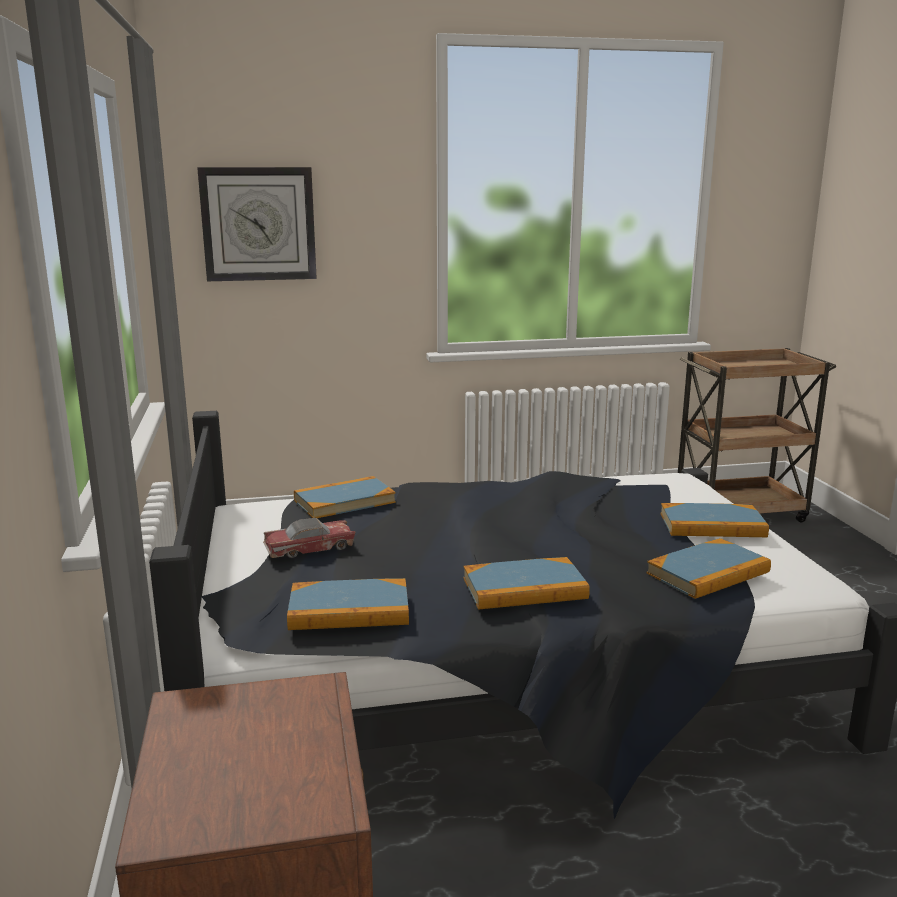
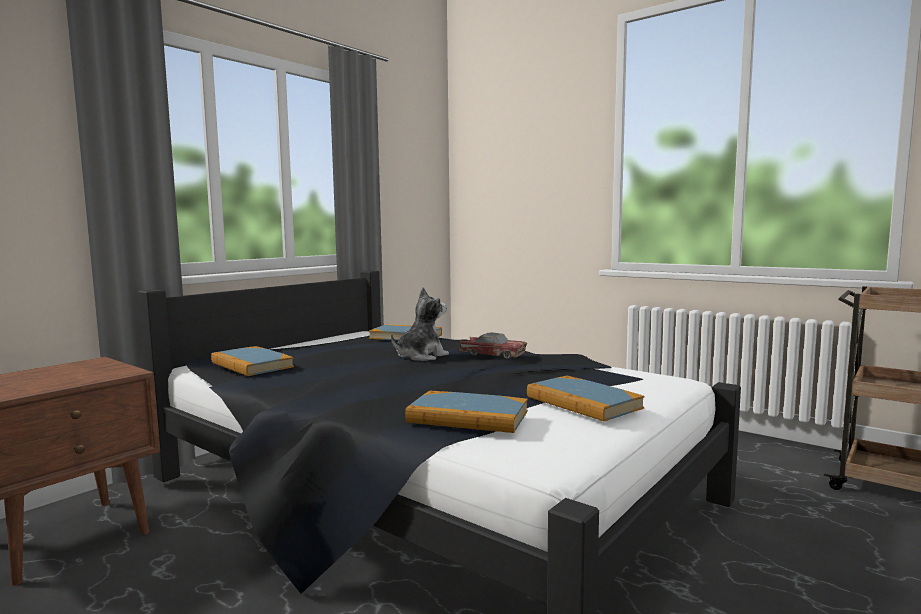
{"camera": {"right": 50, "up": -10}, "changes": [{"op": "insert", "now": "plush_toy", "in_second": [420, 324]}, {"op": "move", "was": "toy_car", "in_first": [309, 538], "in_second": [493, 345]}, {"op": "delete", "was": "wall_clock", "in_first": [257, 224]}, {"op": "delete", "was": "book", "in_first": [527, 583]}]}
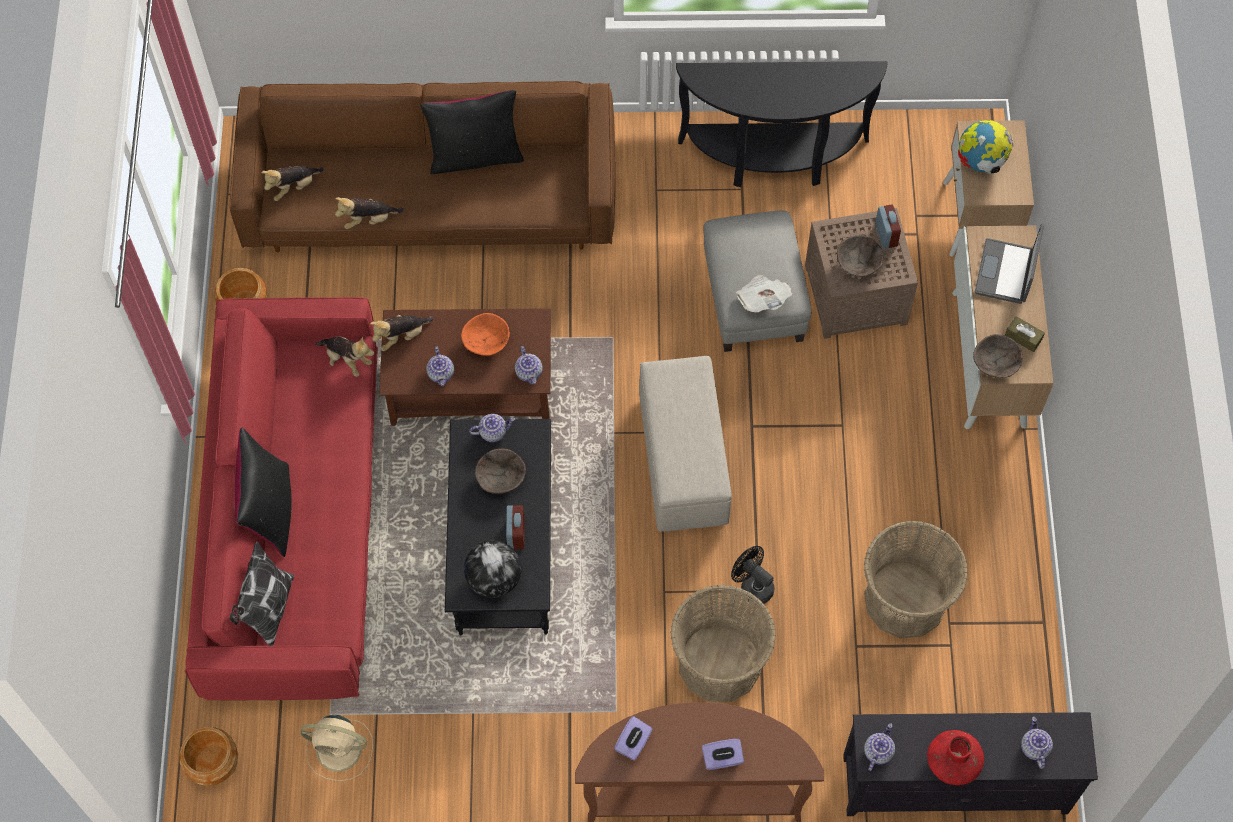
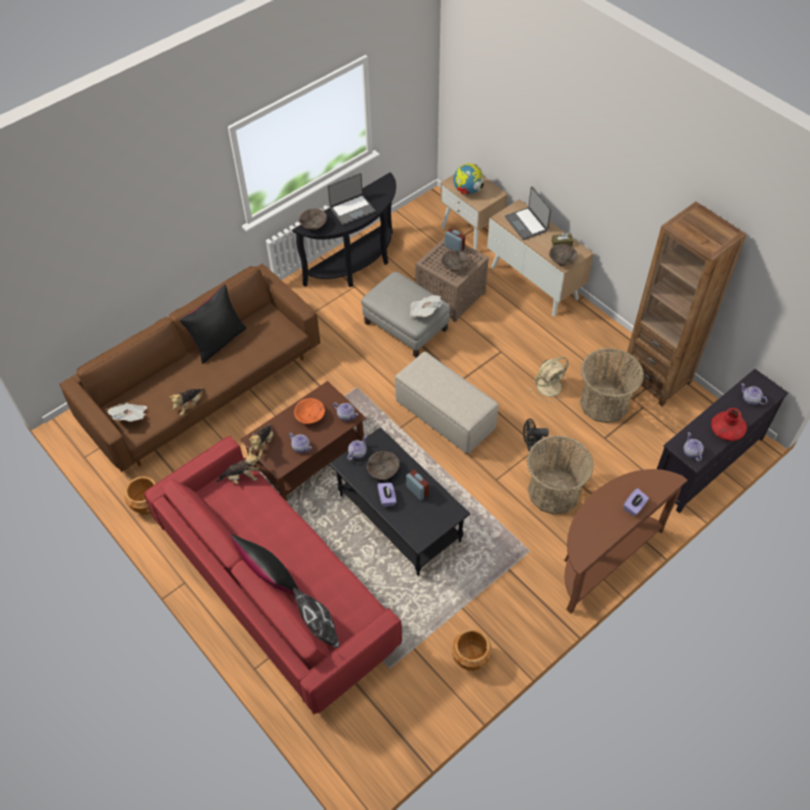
{"camera": {"right": -40, "up": -10}, "changes": [{"op": "replace", "was": "plush_toy", "now": "newspaper", "in_first": [292, 183], "in_second": [127, 412]}, {"op": "insert", "now": "brown_bowl", "in_second": [313, 219]}, {"op": "insert", "now": "laptop", "in_second": [352, 199]}, {"op": "move", "was": "purple_tissue_box", "in_first": [633, 738], "in_second": [386, 495]}, {"op": "move", "was": "brown_planter", "in_first": [208, 756], "in_second": [472, 650]}, {"op": "move", "was": "beige_fan", "in_first": [336, 748], "in_second": [549, 379]}, {"op": "insert", "now": "brown_bookcase", "in_second": [684, 303]}, {"op": "delete", "was": "globe", "in_first": [493, 569]}]}
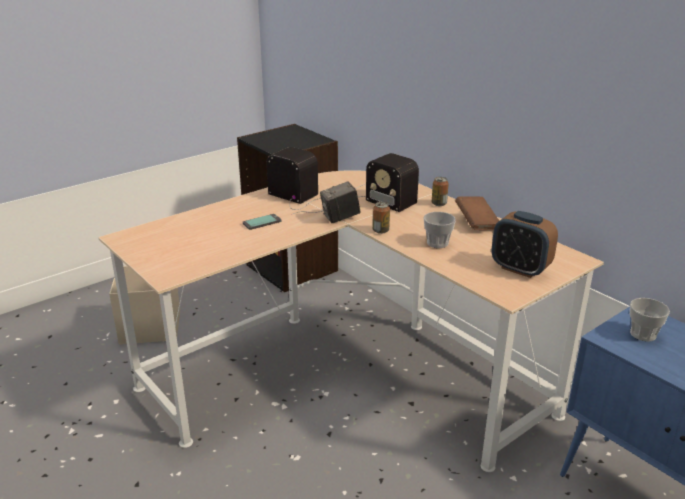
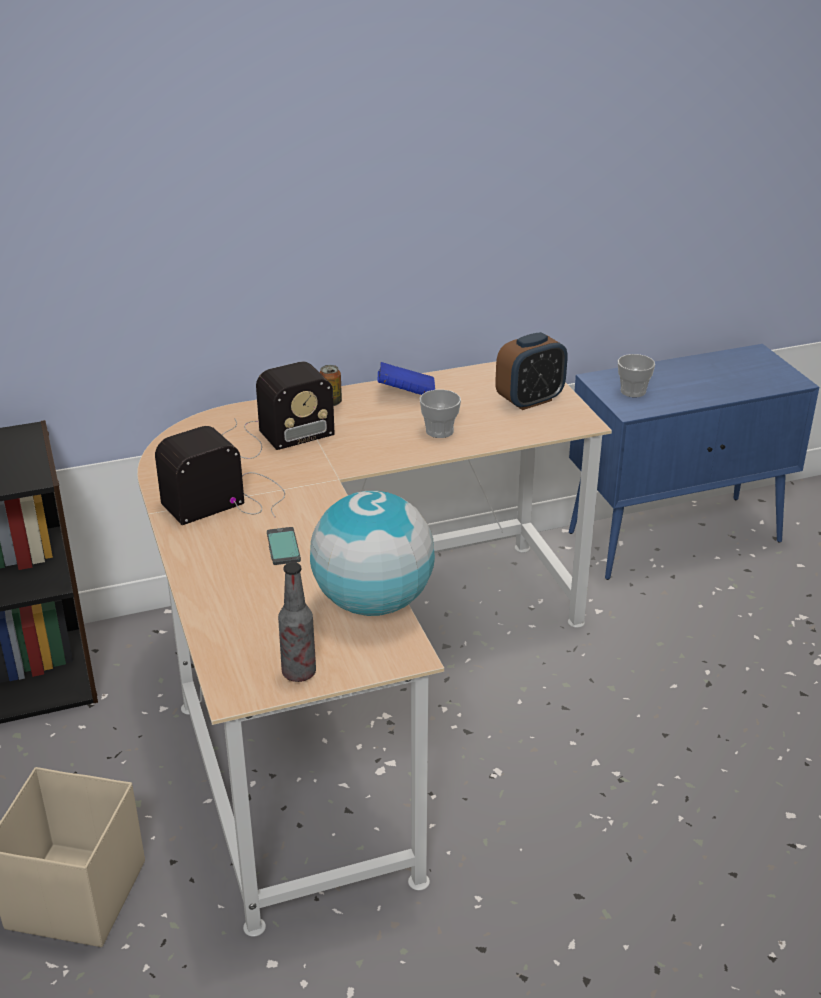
{"camera": {"right": -70, "up": 5}, "changes": [{"op": "insert", "now": "bottle", "in_second": [297, 622]}, {"op": "insert", "now": "globe", "in_second": [372, 553]}, {"op": "recolor", "was": "brown_book", "now": "blue_book", "in_first": [477, 213], "in_second": [406, 378]}, {"op": "delete", "was": "photo_camera", "in_first": [340, 202]}, {"op": "delete", "was": "can", "in_first": [381, 218]}]}
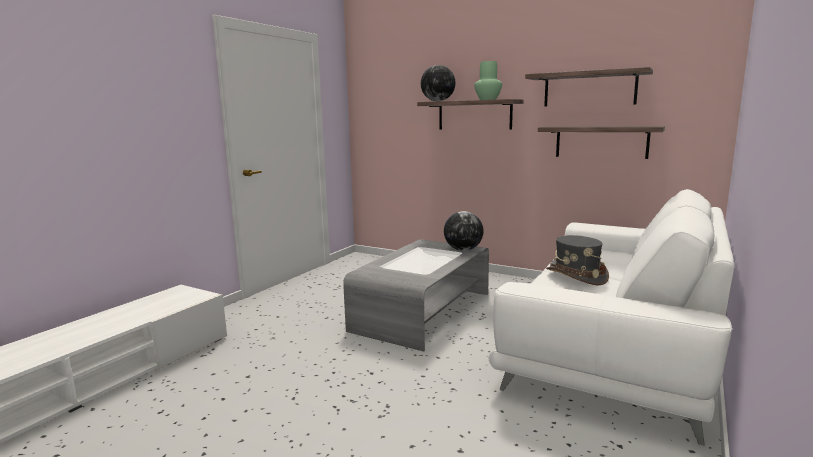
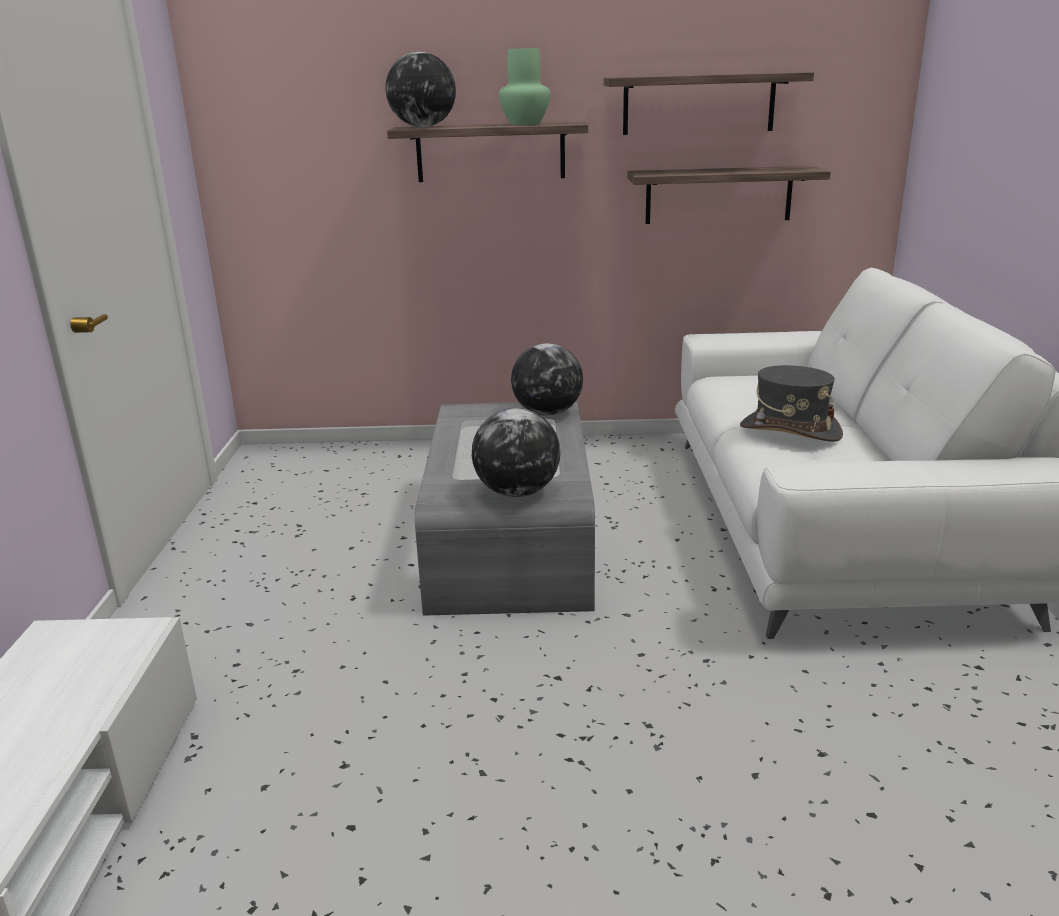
{"camera": {"right": -30, "up": 10}, "changes": [{"op": "insert", "now": "globe", "in_second": [516, 452]}]}
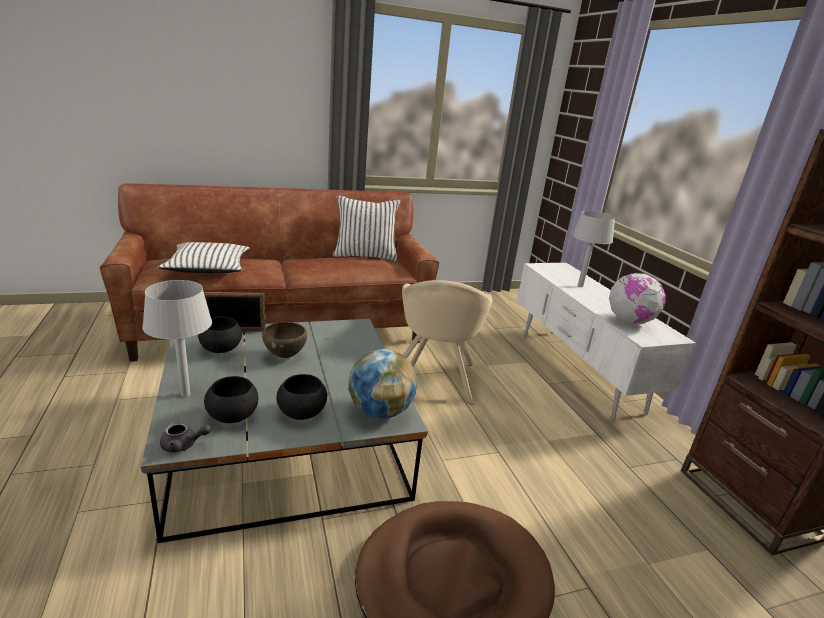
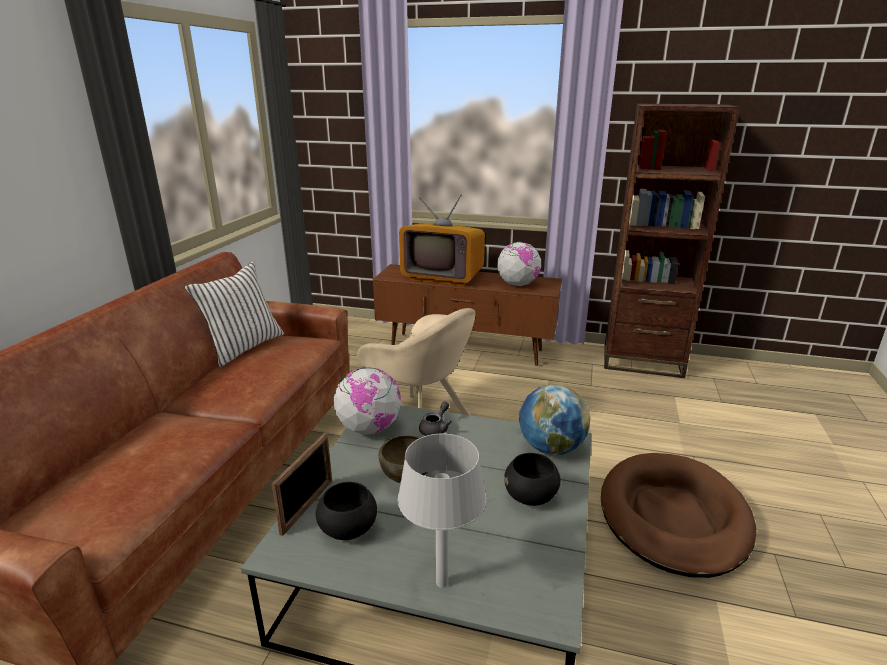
{"camera": {"right": -55, "up": 0}, "changes": [{"op": "insert", "now": "globe", "in_second": [367, 401]}, {"op": "recolor", "was": "white_tv_stand", "now": "brown_tv_stand", "in_first": [606, 341], "in_second": [467, 315]}, {"op": "replace", "was": "grey_table_lamp", "now": "television", "in_first": [593, 249], "in_second": [442, 240]}, {"op": "move", "was": "grey_teapot", "in_first": [185, 437], "in_second": [435, 418]}, {"op": "delete", "was": "white_pillow", "in_first": [204, 257]}, {"op": "delete", "was": "black_bowl", "in_first": [231, 399]}]}
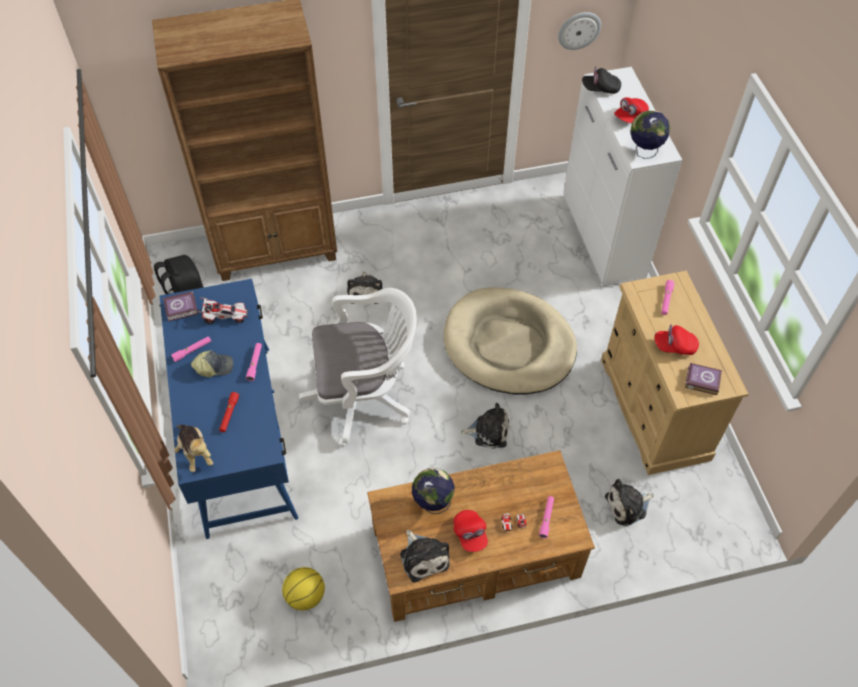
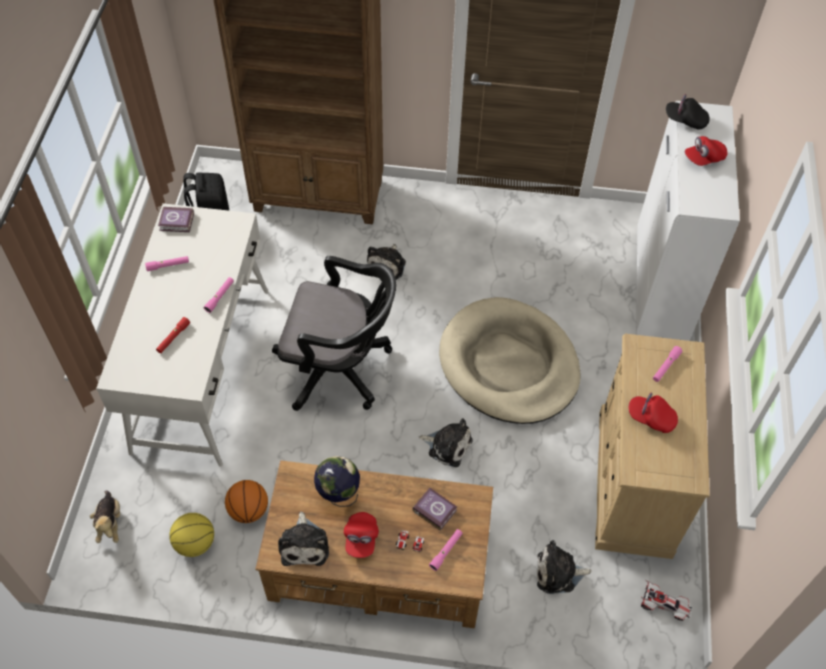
{"camera": {"right": 20, "up": 0}, "changes": [{"op": "move", "was": "plush_toy", "in_first": [193, 448], "in_second": [105, 517]}, {"op": "recolor", "was": "blue_desk", "now": "white_desk", "in_first": [229, 409], "in_second": [182, 335]}, {"op": "insert", "now": "basketball", "in_second": [246, 501]}, {"op": "recolor", "was": "white_office_chair", "now": "black_office_chair", "in_first": [358, 367], "in_second": [334, 333]}, {"op": "move", "was": "book", "in_first": [703, 379], "in_second": [434, 509]}, {"op": "move", "was": "toy_car", "in_first": [223, 310], "in_second": [666, 600]}, {"op": "delete", "was": "cap", "in_first": [212, 363]}, {"op": "delete", "was": "wall_clock", "in_first": [579, 31]}, {"op": "delete", "was": "globe", "in_first": [650, 134]}]}
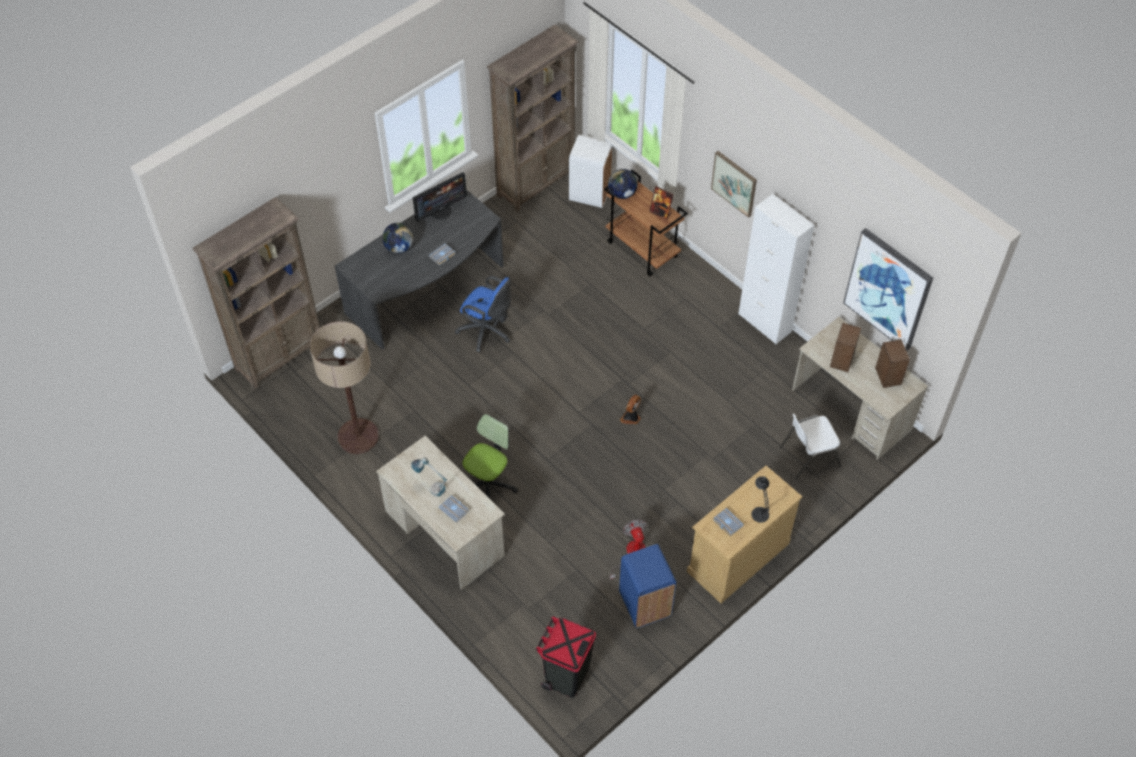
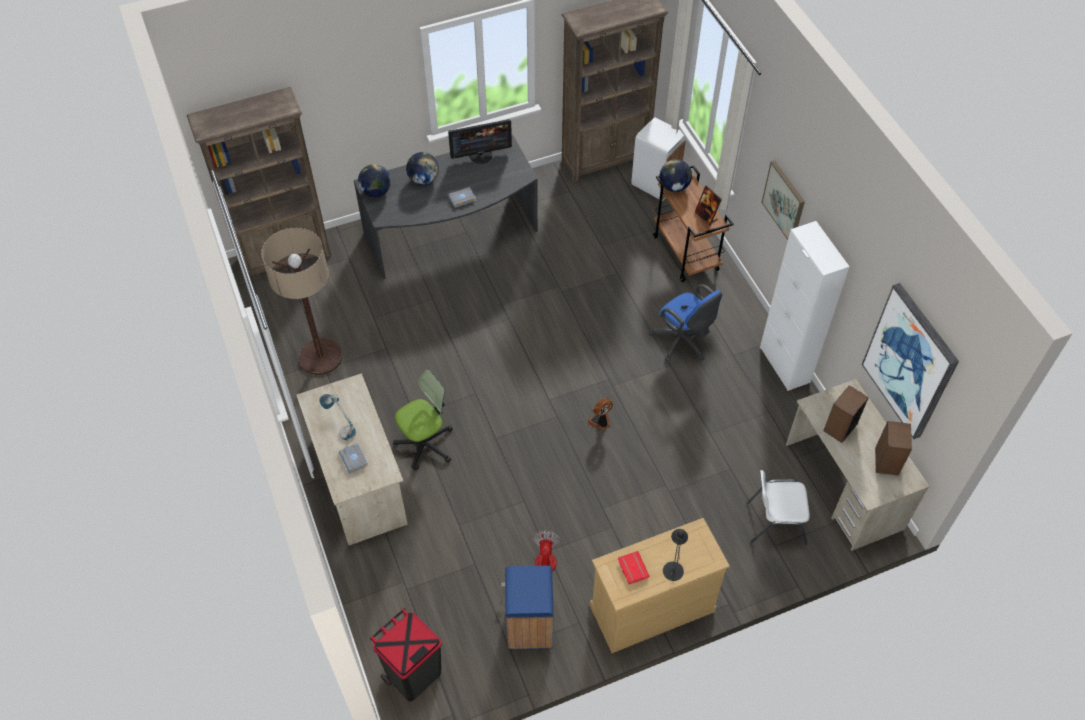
{"camera": {"right": 20, "up": 0}, "changes": [{"op": "insert", "now": "globe", "in_second": [374, 180]}, {"op": "recolor", "was": "grey_book", "now": "red_book", "in_first": [728, 522], "in_second": [633, 567]}, {"op": "move", "was": "blue_office_chair", "in_first": [483, 314], "in_second": [685, 323]}]}
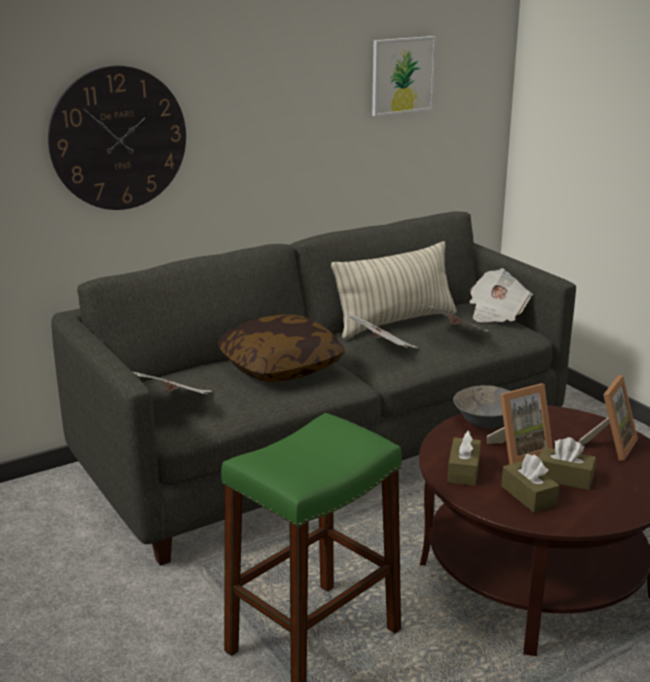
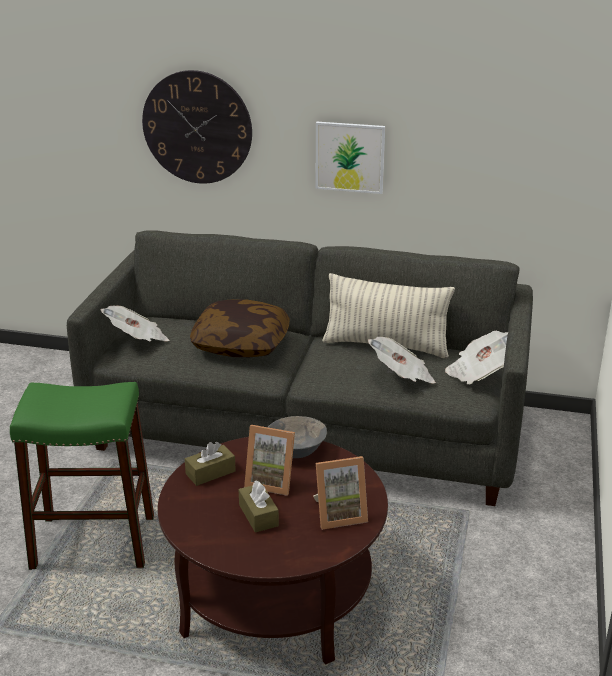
{"camera": {"right": 45, "up": 5}, "changes": [{"op": "move", "was": "picture", "in_first": [404, 76], "in_second": [350, 158]}, {"op": "delete", "was": "newspaper", "in_first": [381, 331]}, {"op": "delete", "was": "brown_tissue_box", "in_first": [530, 483]}]}
